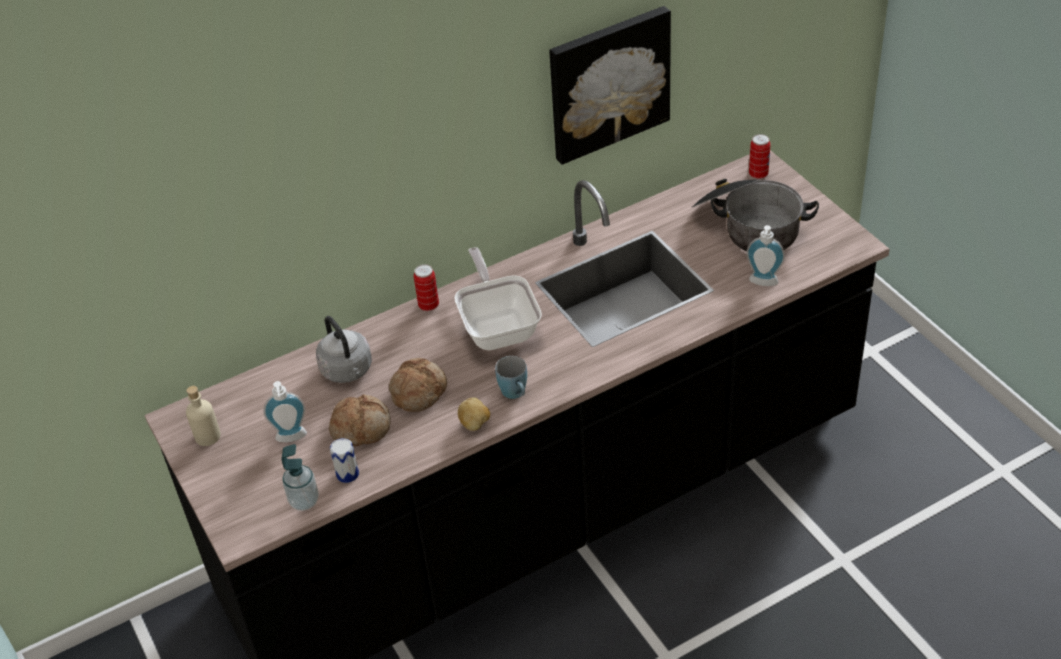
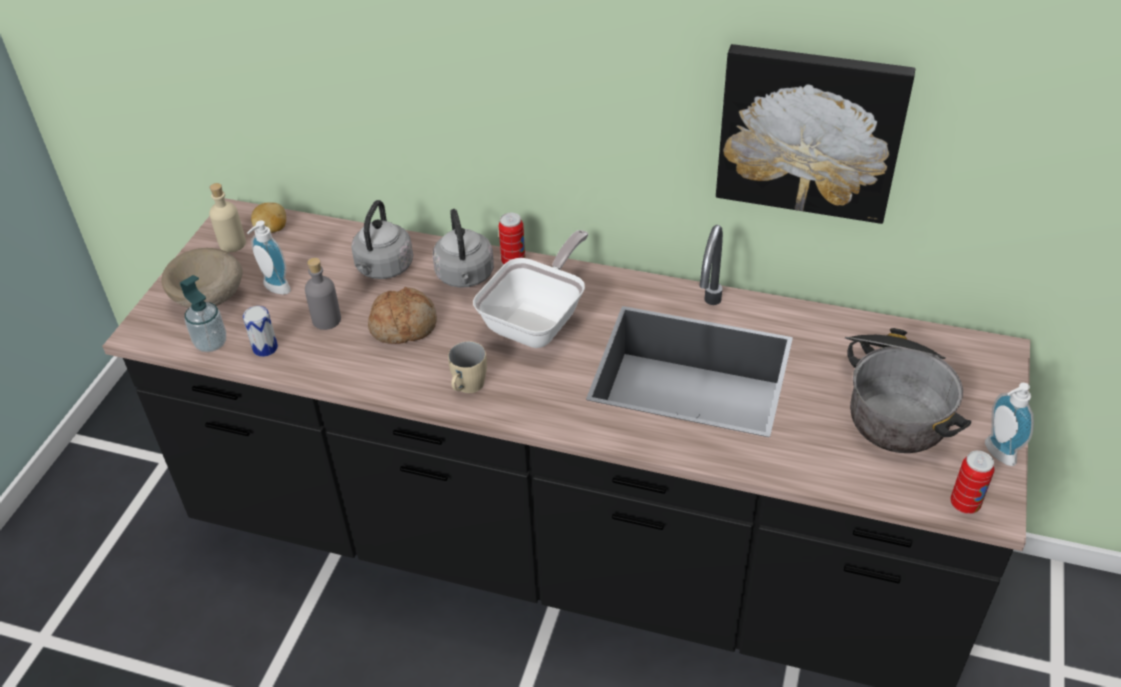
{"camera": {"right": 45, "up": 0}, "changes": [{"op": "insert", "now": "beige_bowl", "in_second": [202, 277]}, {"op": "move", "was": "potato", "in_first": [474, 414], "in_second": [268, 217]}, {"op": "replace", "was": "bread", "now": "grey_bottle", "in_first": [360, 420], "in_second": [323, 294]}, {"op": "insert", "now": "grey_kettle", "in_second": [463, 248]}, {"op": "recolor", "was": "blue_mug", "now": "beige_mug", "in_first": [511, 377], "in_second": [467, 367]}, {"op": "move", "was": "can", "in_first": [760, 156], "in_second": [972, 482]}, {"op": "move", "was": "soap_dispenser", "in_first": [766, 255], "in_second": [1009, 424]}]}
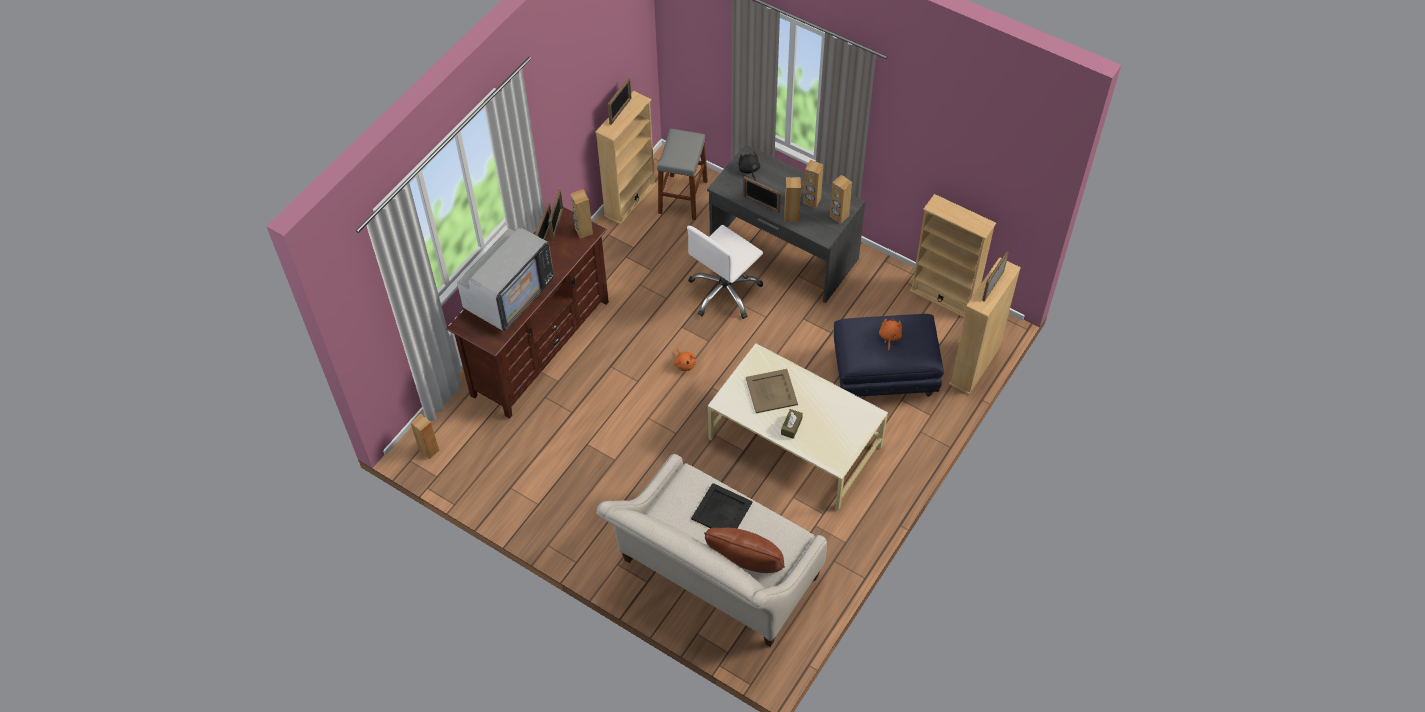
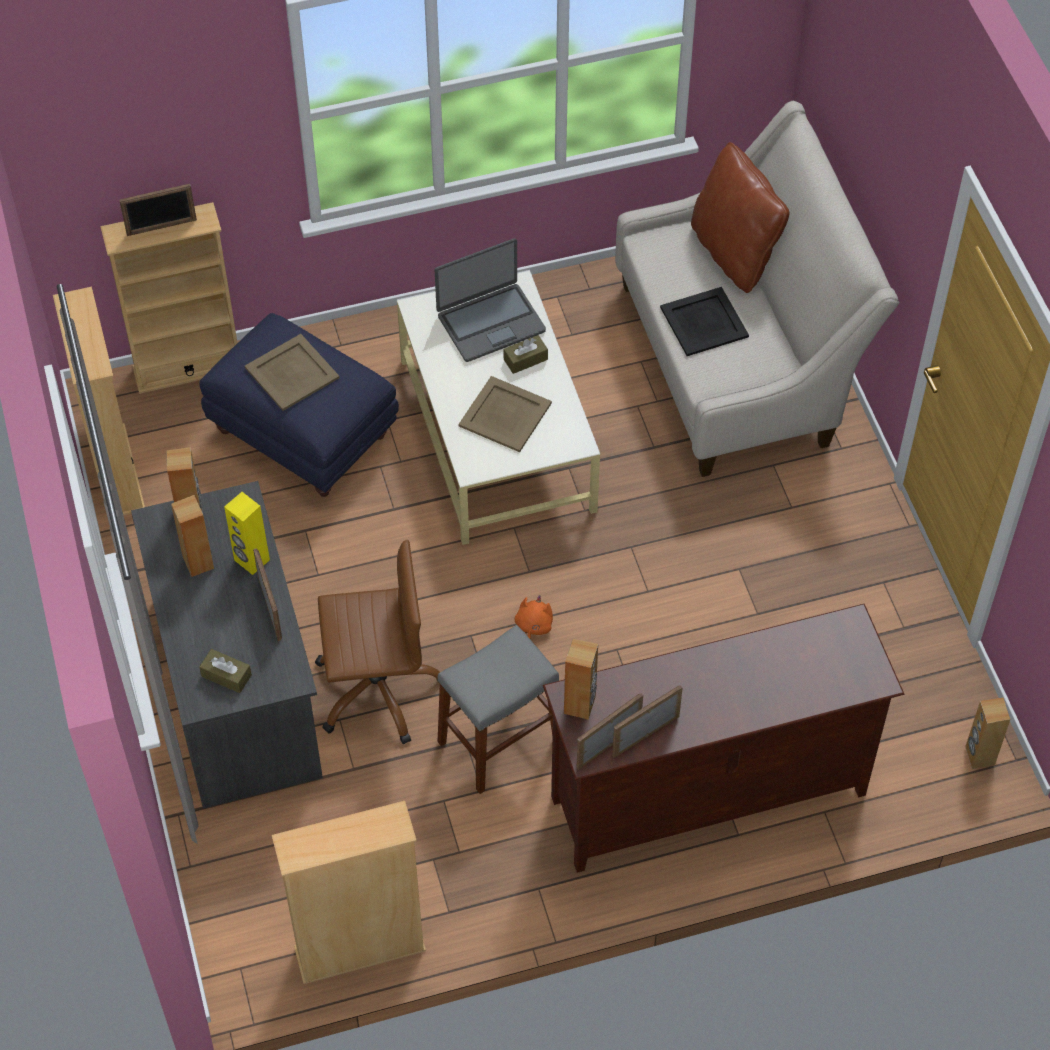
{"camera": {"right": -140, "up": 0}, "changes": [{"op": "replace", "was": "black_plush_toy", "now": "brown_tissue_box", "in_first": [749, 165], "in_second": [225, 671]}, {"op": "recolor", "was": "brown_speaker", "now": "yellow_speaker", "in_first": [792, 200], "in_second": [247, 533]}, {"op": "replace", "was": "orange_plush_toy", "now": "beige_tray", "in_first": [890, 334], "in_second": [292, 372]}, {"op": "recolor", "was": "white_office_chair", "now": "brown_office_chair", "in_first": [725, 272], "in_second": [377, 642]}, {"op": "insert", "now": "laptop", "in_second": [490, 300]}, {"op": "move", "was": "grey_stool", "in_first": [682, 174], "in_second": [498, 709]}, {"op": "delete", "was": "television", "in_first": [505, 279]}, {"op": "delete", "was": "picture_frame", "in_first": [620, 101]}]}
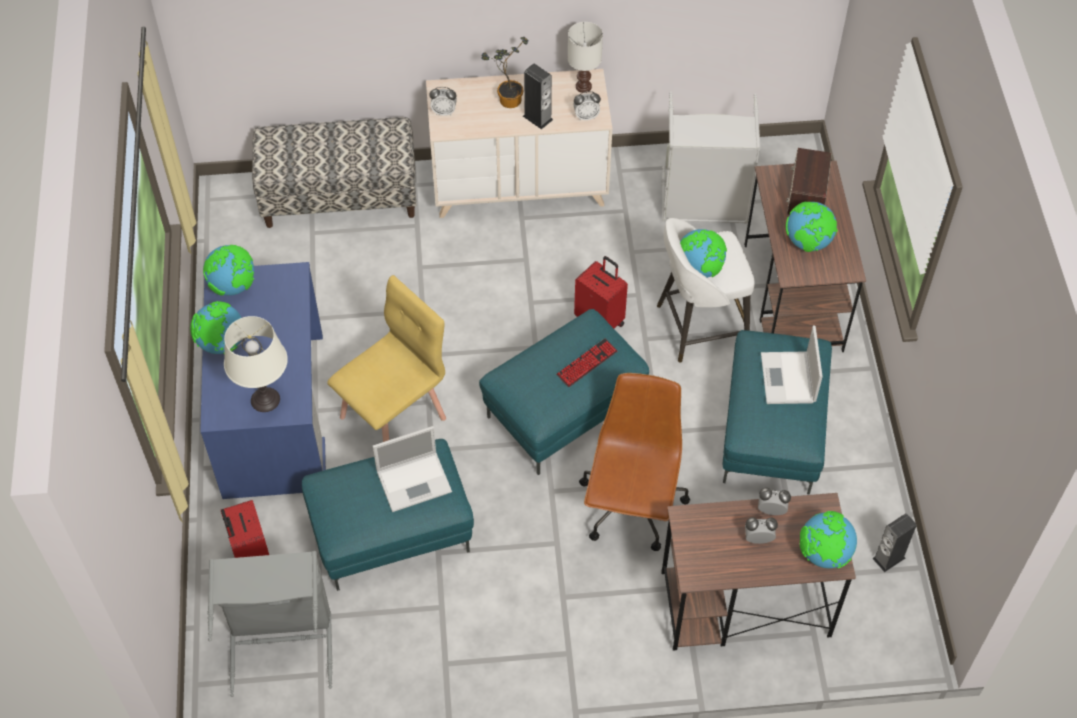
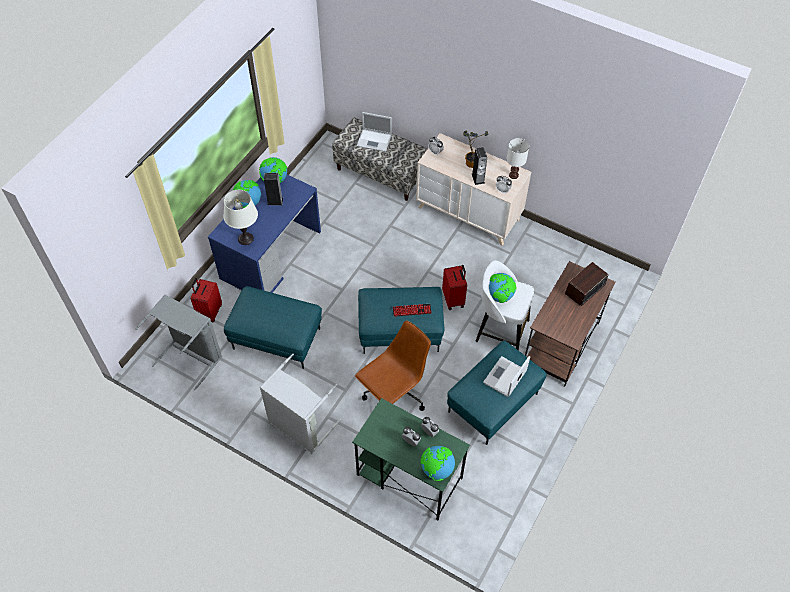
{"camera": {"right": 35, "up": 0}, "changes": [{"op": "move", "was": "grey_laundry_basket", "in_first": [710, 157], "in_second": [300, 404]}, {"op": "move", "was": "speaker", "in_first": [894, 542], "in_second": [273, 189]}, {"op": "recolor", "was": "brown_desk", "now": "green_desk", "in_first": [758, 572], "in_second": [411, 459]}, {"op": "move", "was": "laptop", "in_first": [412, 469], "in_second": [374, 132]}, {"op": "delete", "was": "yellow_chair", "in_first": [386, 358]}, {"op": "delete", "was": "globe", "in_first": [812, 227]}]}
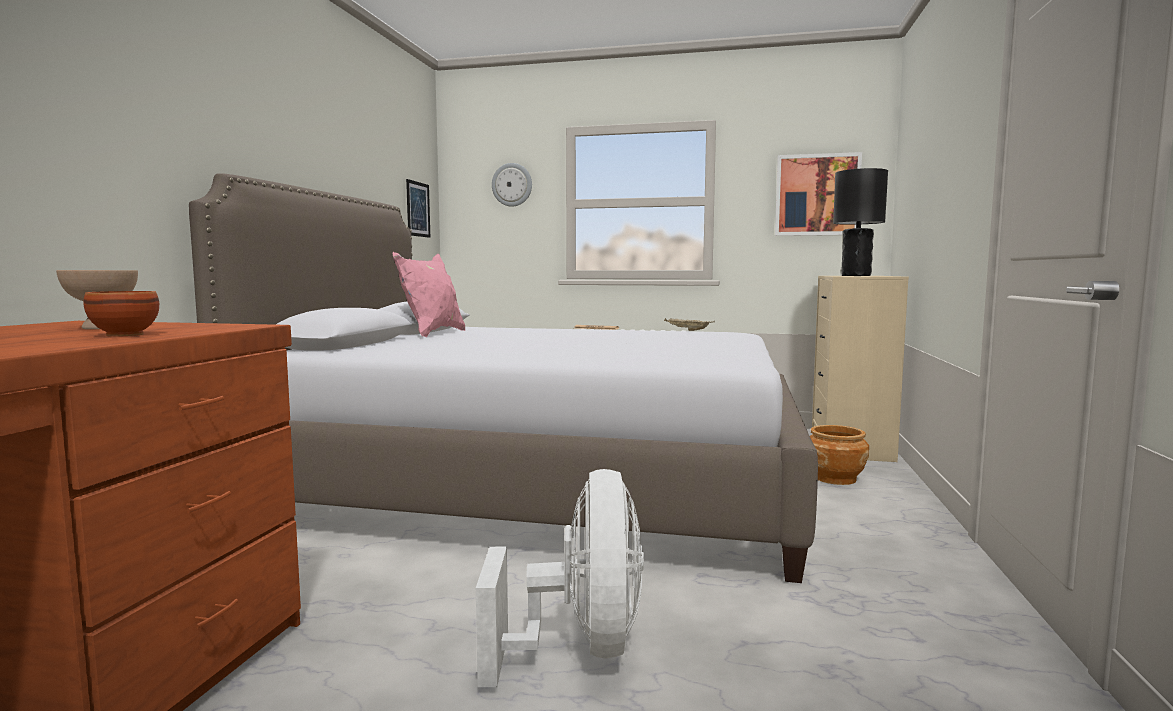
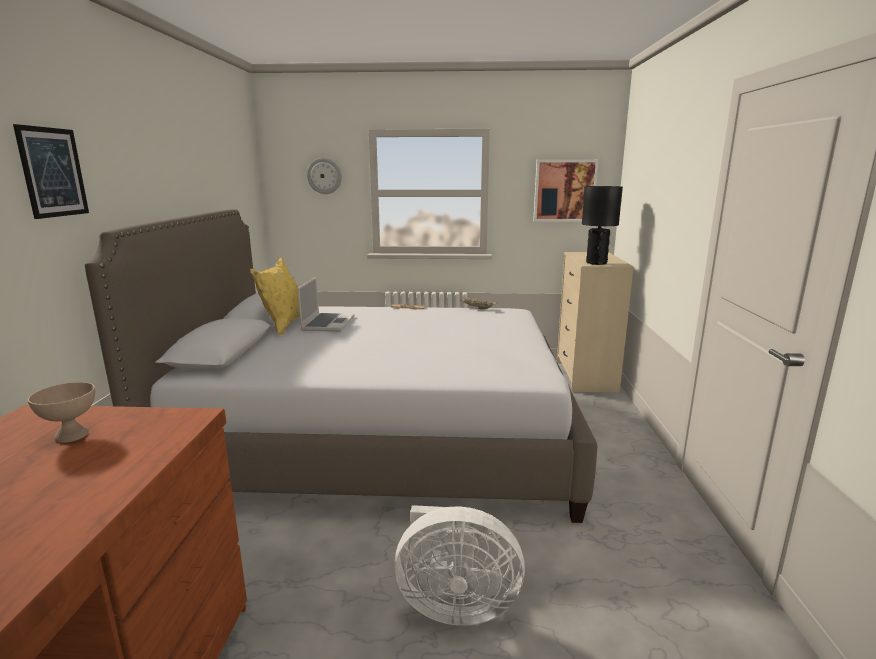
{"camera": {"right": -10, "up": 10}, "changes": [{"op": "move", "was": "picture", "in_first": [418, 208], "in_second": [51, 171]}, {"op": "recolor", "was": "pink_pillow", "now": "yellow_pillow", "in_first": [429, 294], "in_second": [275, 296]}, {"op": "insert", "now": "laptop", "in_second": [326, 304]}, {"op": "rotate", "was": "white_fan", "in_first": [560, 578], "in_second": [460, 565], "clockwise": 105}, {"op": "delete", "was": "brown_bowl", "in_first": [121, 314]}, {"op": "delete", "was": "brown_planter", "in_first": [839, 455]}]}
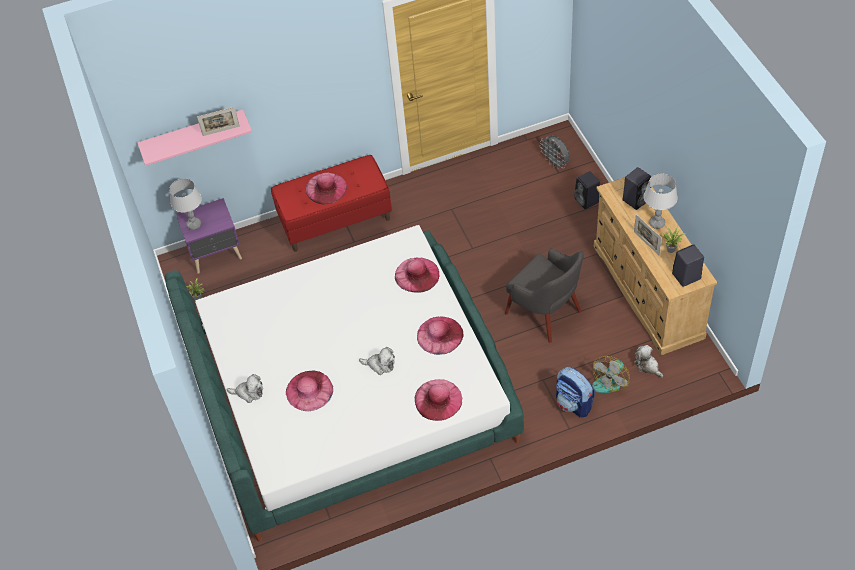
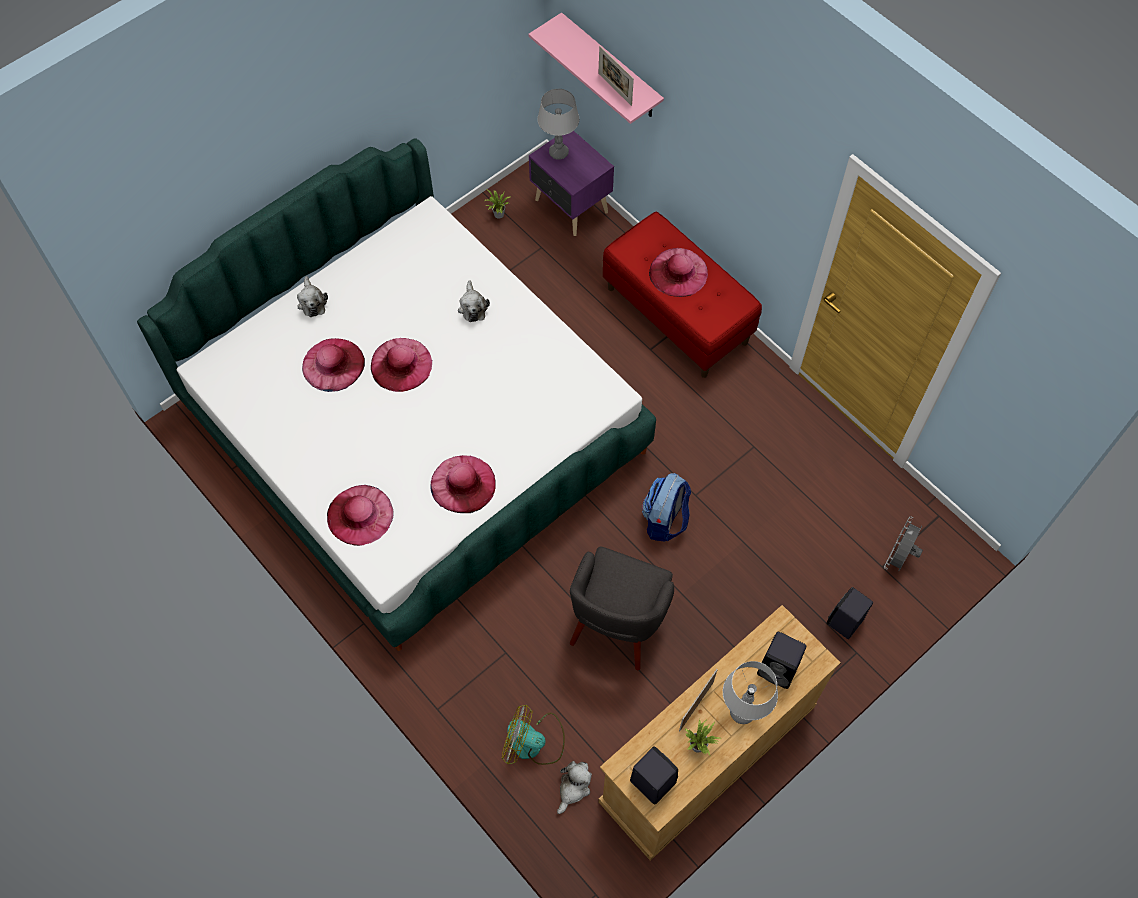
{"camera": {"right": 65, "up": 10}, "changes": [{"op": "move", "was": "pink_hat", "in_first": [417, 275], "in_second": [401, 365]}, {"op": "move", "was": "plush_toy", "in_first": [377, 361], "in_second": [474, 301]}, {"op": "move", "was": "backpack", "in_first": [575, 392], "in_second": [666, 507]}]}
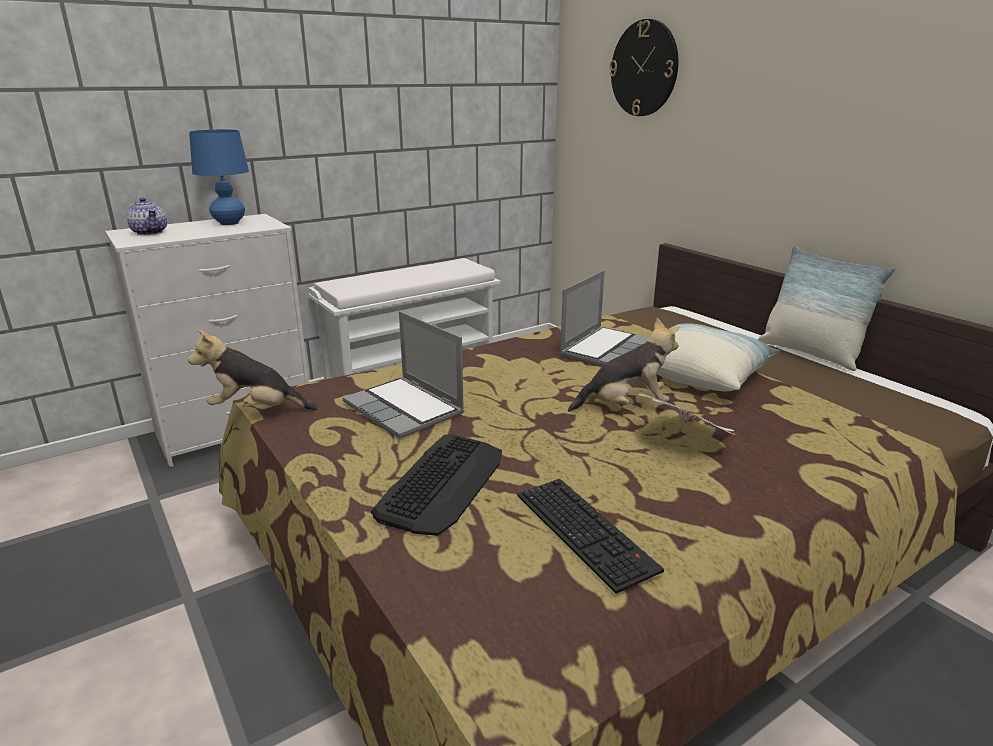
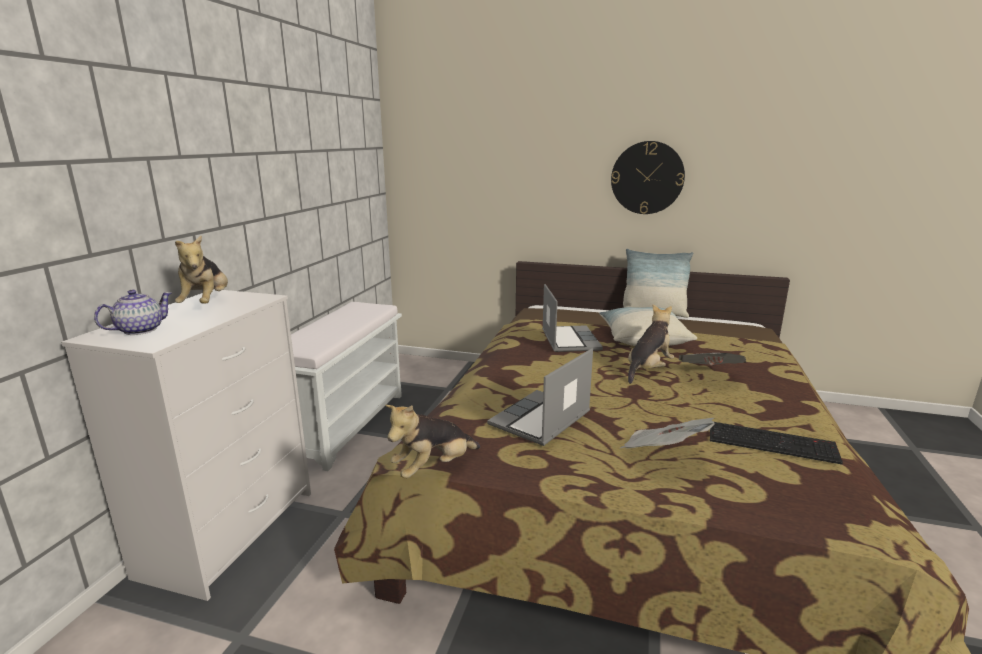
{"camera": {"right": -40, "up": -5}, "changes": [{"op": "rotate", "was": "teapot", "in_first": [146, 216], "in_second": [133, 312], "clockwise": -60}, {"op": "replace", "was": "blue_table_lamp", "now": "plush_toy", "in_first": [219, 177], "in_second": [201, 270]}, {"op": "rotate", "was": "laptop", "in_first": [403, 374], "in_second": [540, 397], "clockwise": 120}, {"op": "move", "was": "wall_clock", "in_first": [643, 67], "in_second": [648, 177]}, {"op": "replace", "was": "keyboard", "now": "newspaper", "in_first": [436, 485], "in_second": [667, 433]}]}
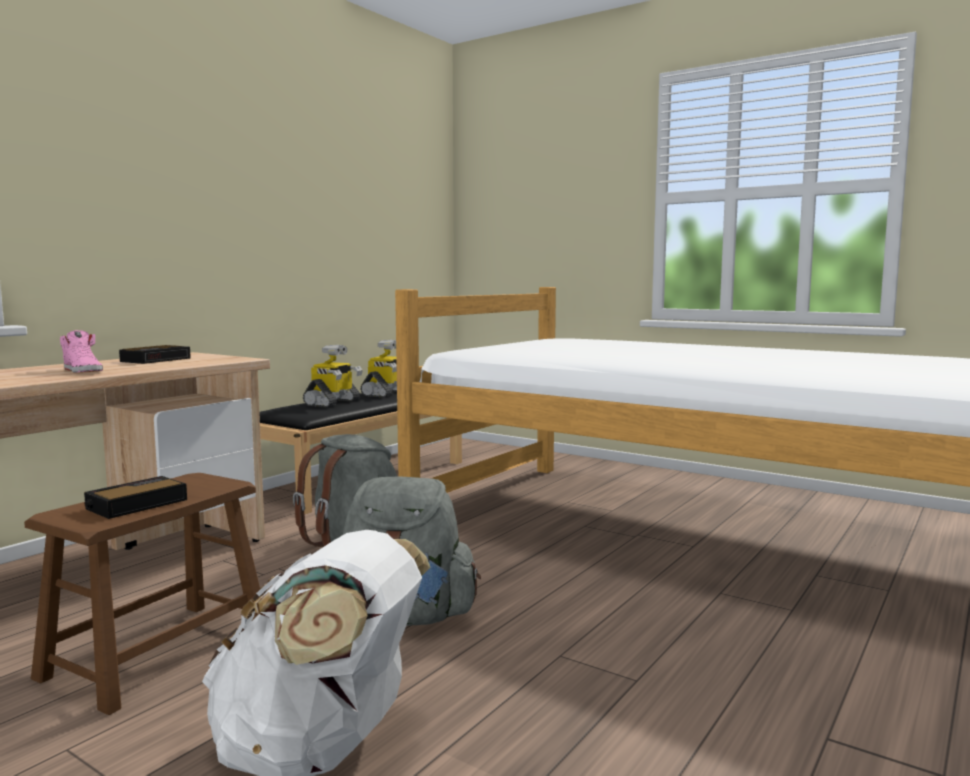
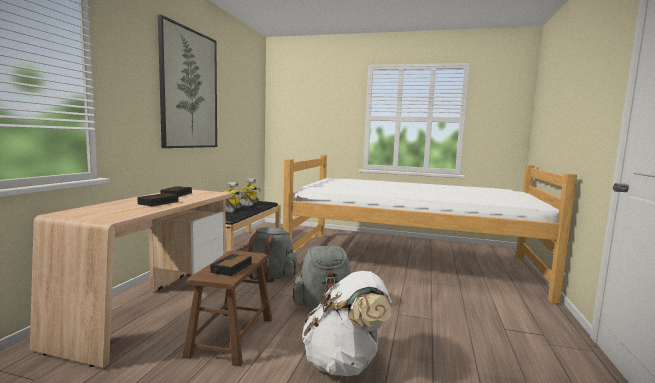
{"camera": {"right": -20, "up": 0}, "changes": [{"op": "replace", "was": "pink_shoe", "now": "alarm_clock", "in_first": [81, 351], "in_second": [158, 199]}, {"op": "insert", "now": "picture", "in_second": [187, 81]}]}
